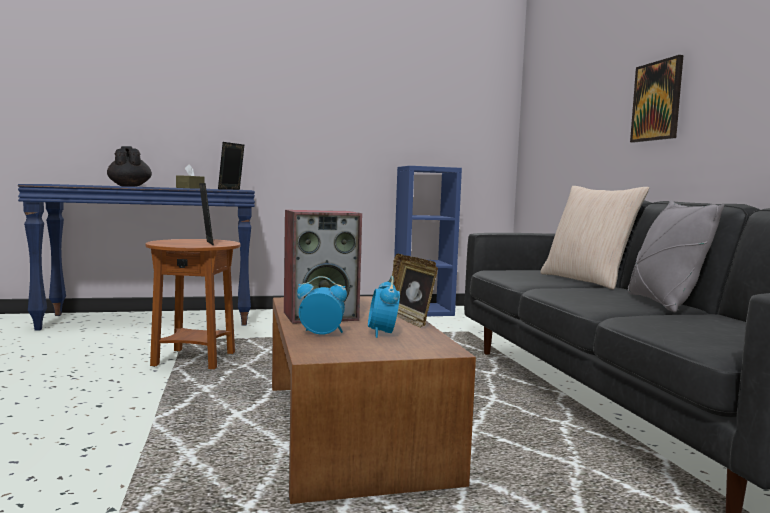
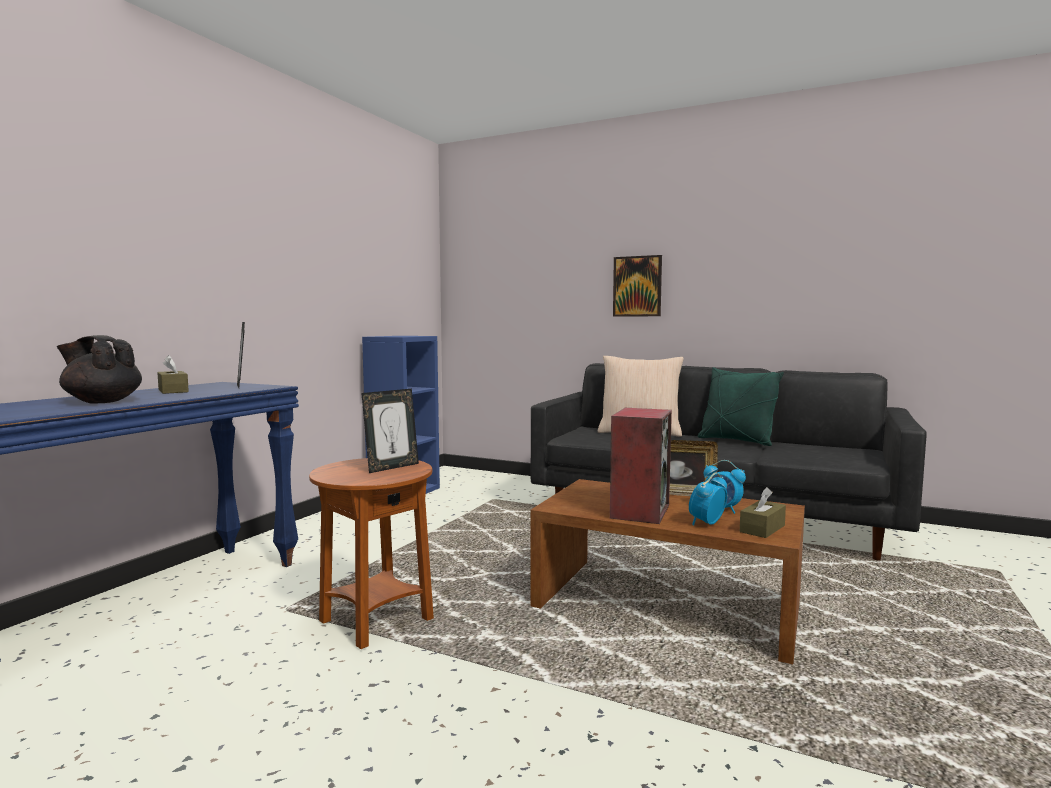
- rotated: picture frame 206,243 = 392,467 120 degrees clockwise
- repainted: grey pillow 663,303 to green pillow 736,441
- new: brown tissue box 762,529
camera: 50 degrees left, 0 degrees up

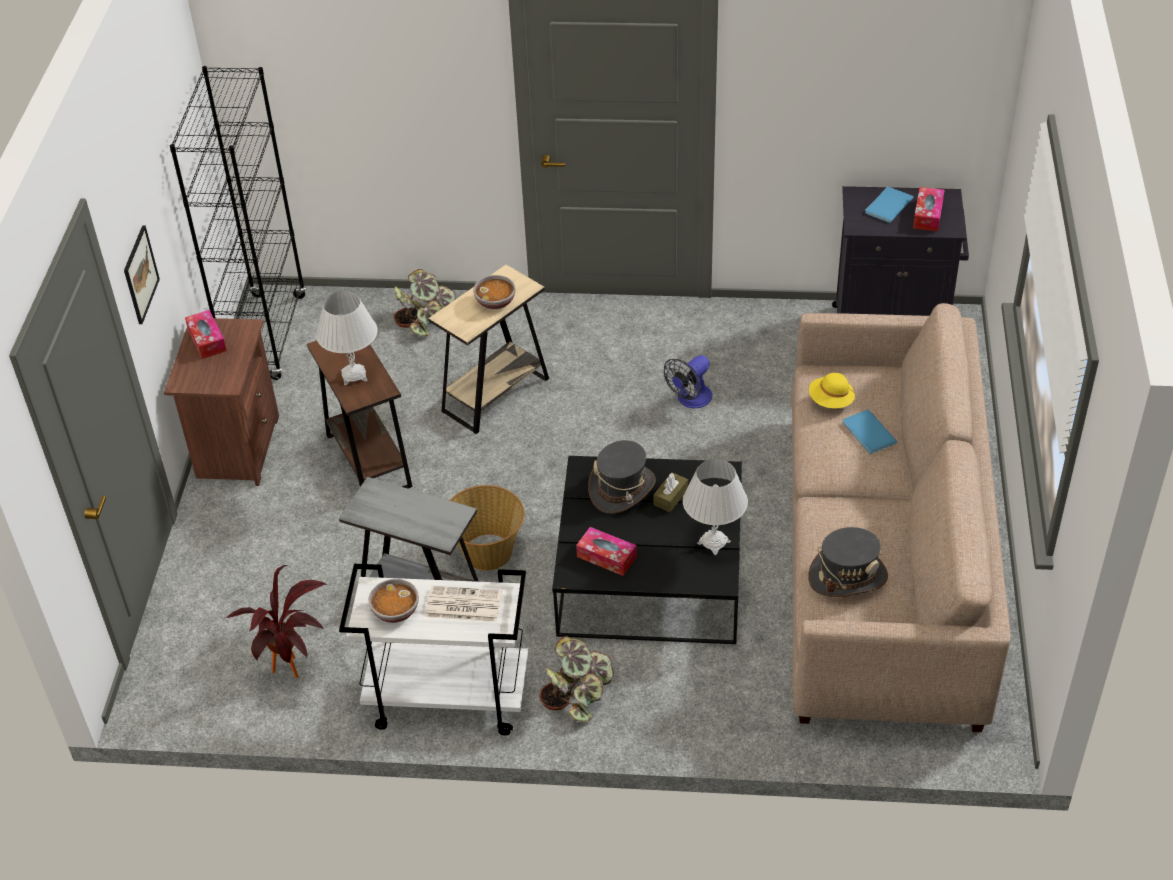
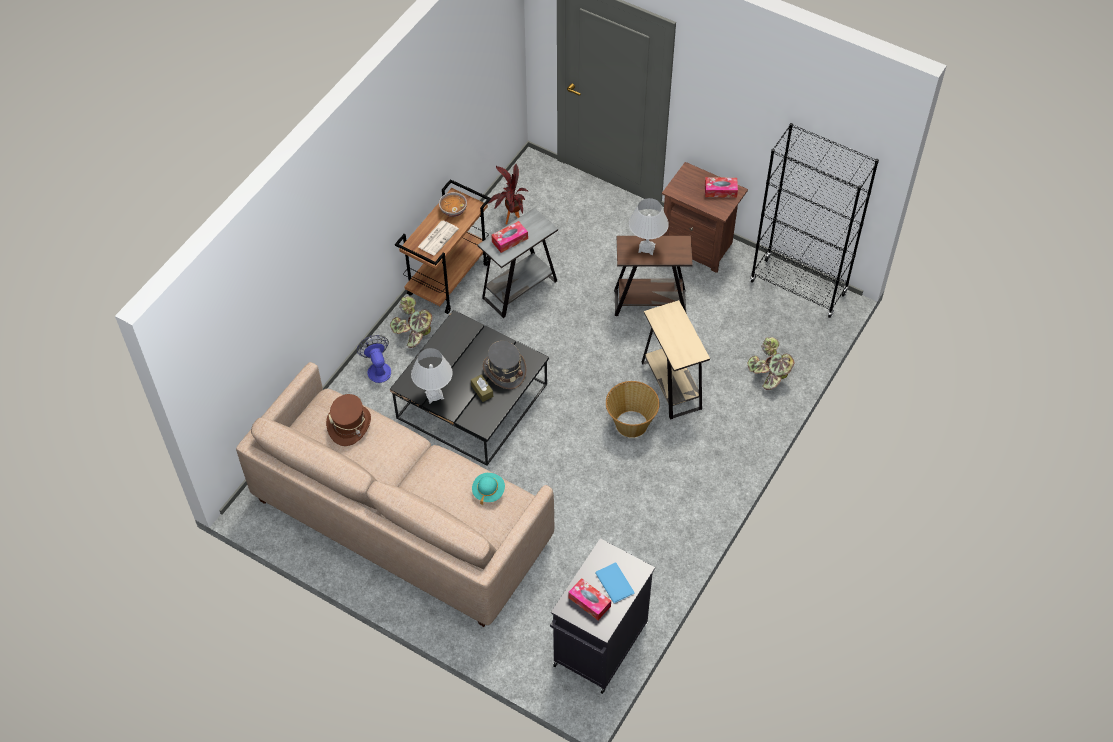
- gone: picture 140,274
- gone: bowl 496,302
- shifted: fan 690,400 to 378,369
- repainted: yellow hat 831,401 to turquoise hat 488,491
- gone: blue book 868,434
- shifted: basket 487,553 to 631,423
- shifted: tissue box 606,557 to 510,240
- repainted: grey hat 847,576 to brown hat 349,425
- repainted: white cart 446,700 to brown cart 448,278
camera: 115 degrees right, 10 degrees up

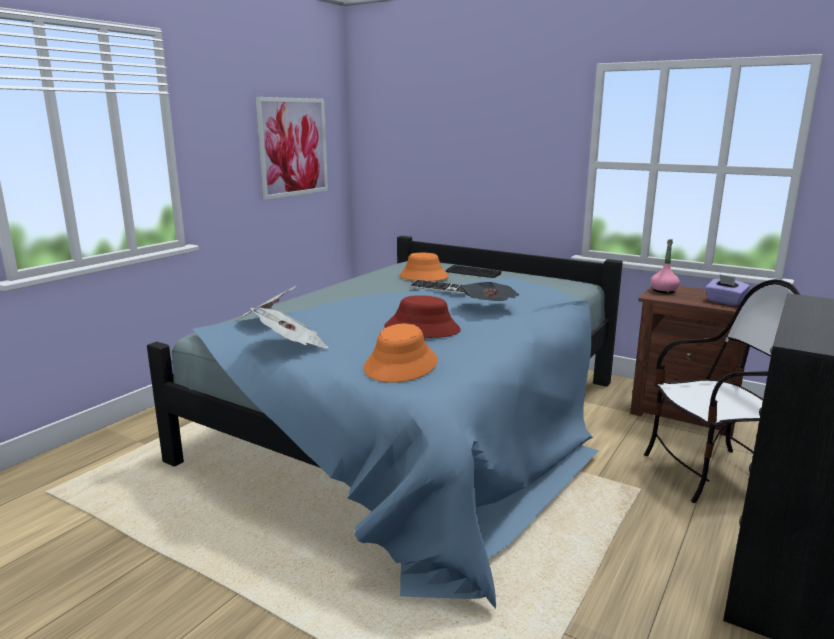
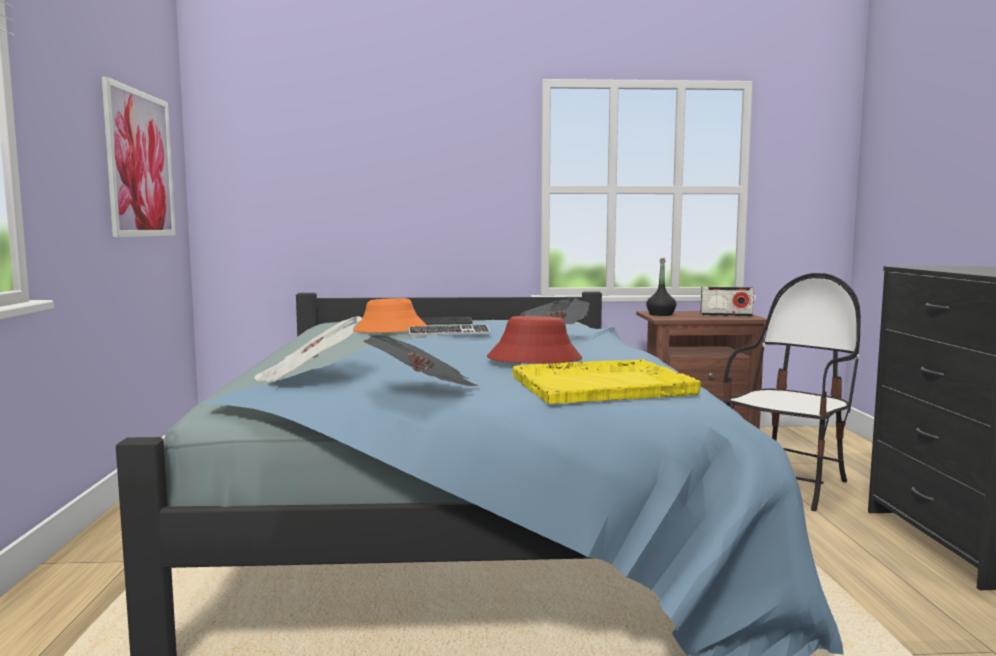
- repainted: pink bottle 663,291 to black bottle 660,314
- swapped: purple tissue box 724,302 to radio 726,315
- swapped: orange hat 401,365 to yellow tray 603,385
camera: 35 degrees left, 10 degrees down

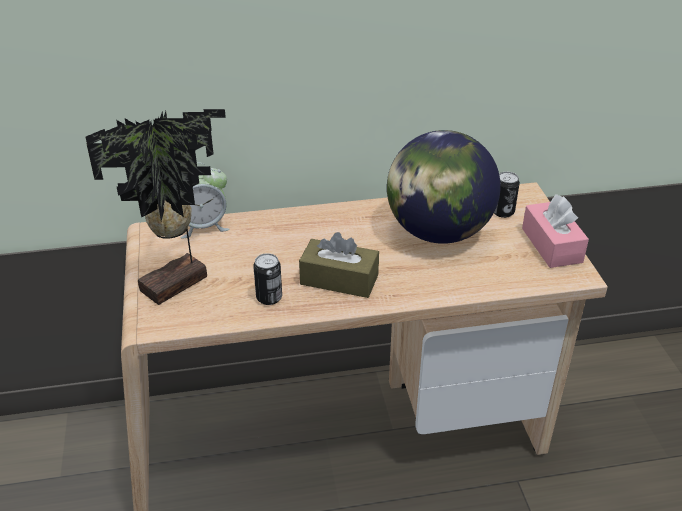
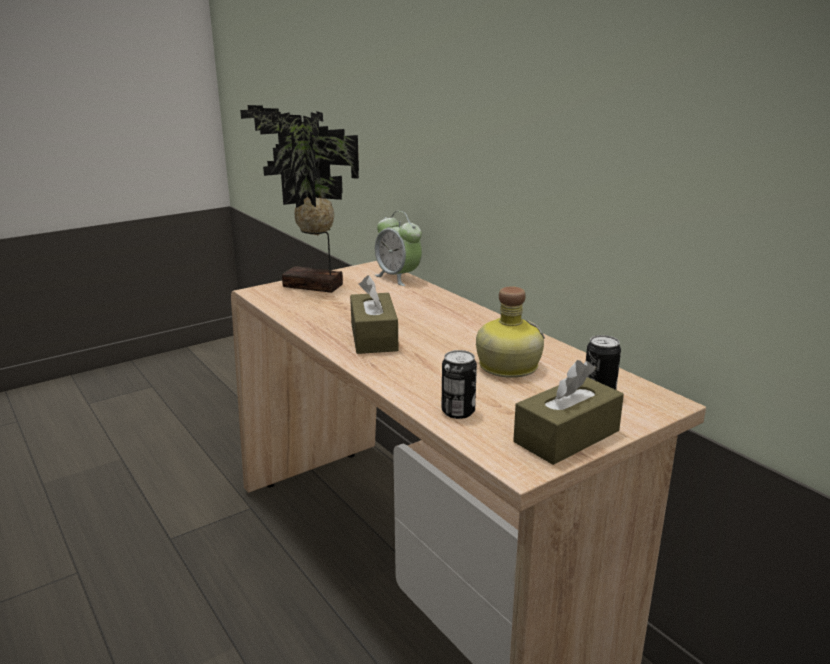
- swapped: globe 438,232 to bottle 506,365
- repainted: pink tissue box 551,245 to brown tissue box 566,436
- shifted: can 269,298 to 458,411
camera: 65 degrees right, 15 degrees down

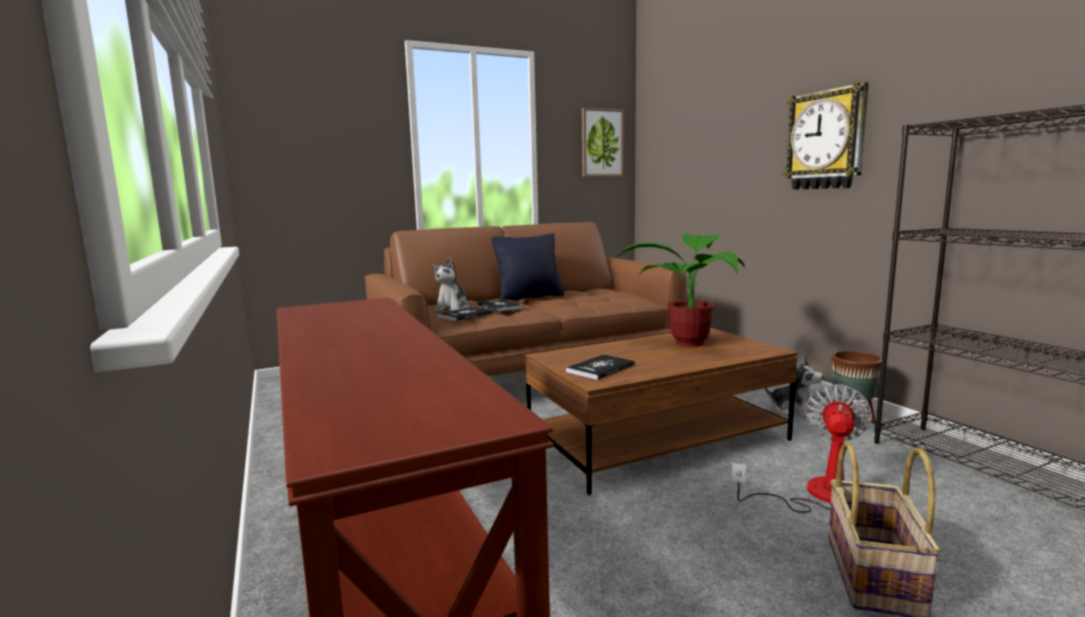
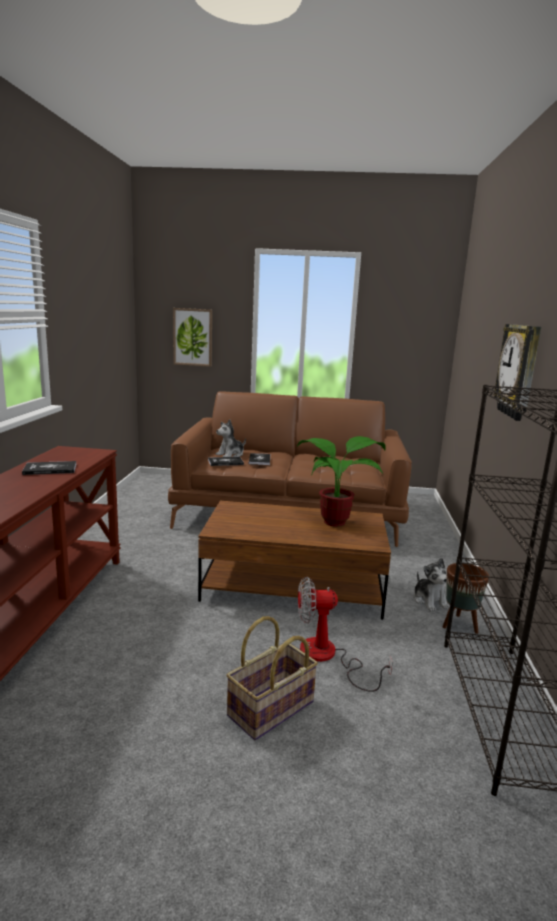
- shifted: picture 602,143 to 193,337
- gone: black pillow 529,297
- shifted: book 600,368 to 50,469
- rotated: fan 816,495 = 328,657 150 degrees counterclockwise
camera: 30 degrees right, 5 degrees up

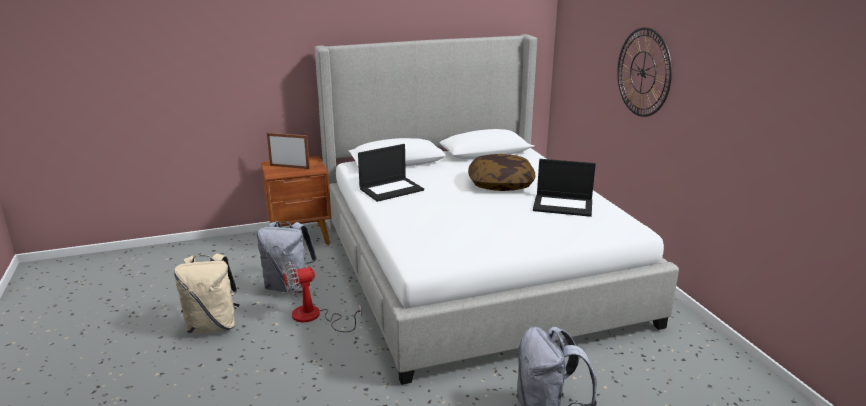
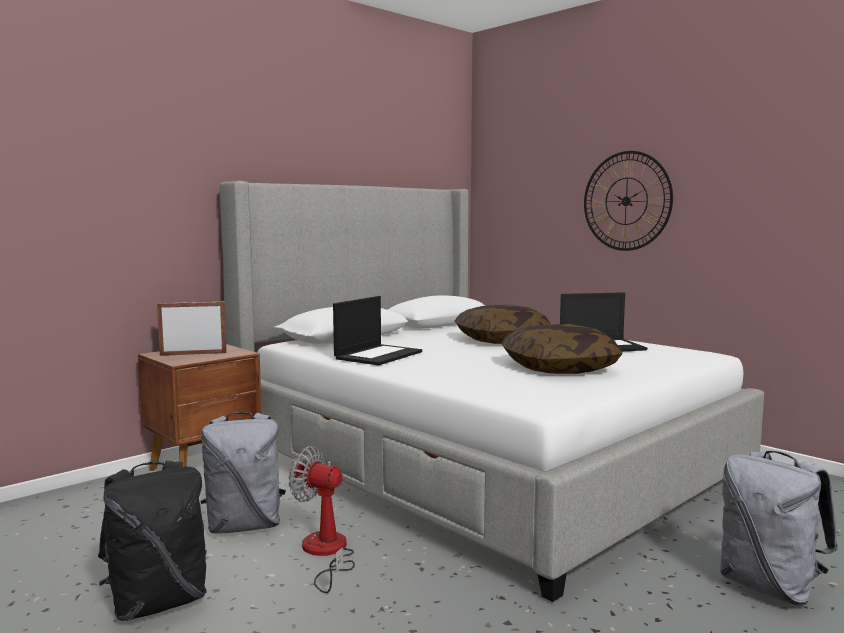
- repainted: beige backpack 213,326 to black backpack 158,603
- rotated: fan 314,317 = 326,553 75 degrees clockwise
- new: pillow 559,368
camera: 25 degrees left, 15 degrees down

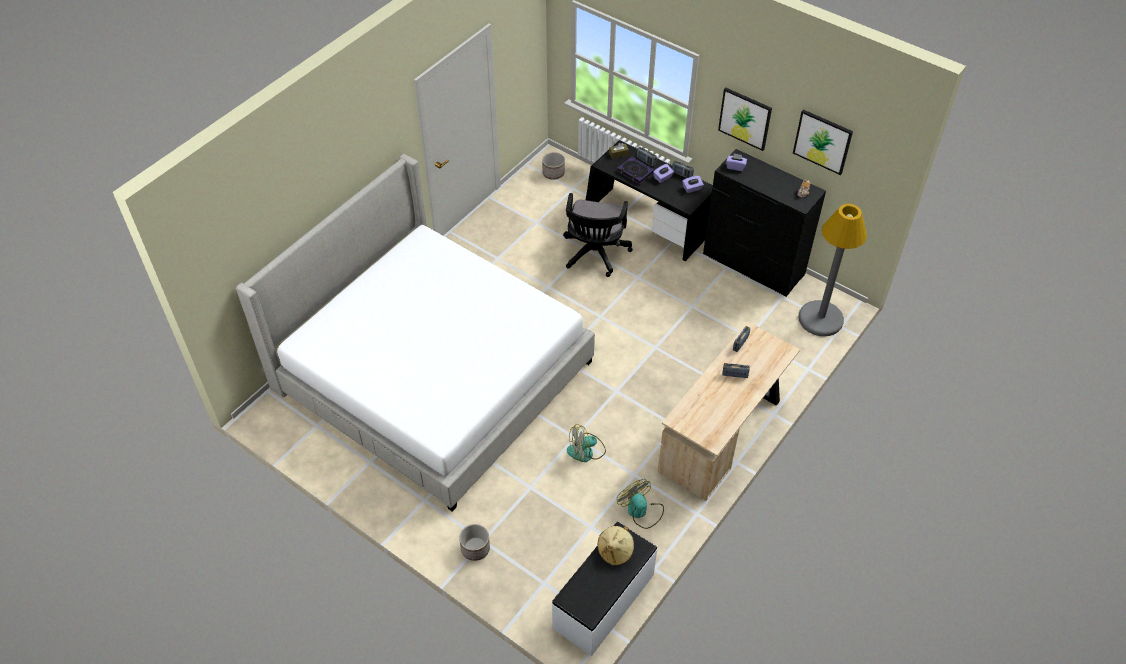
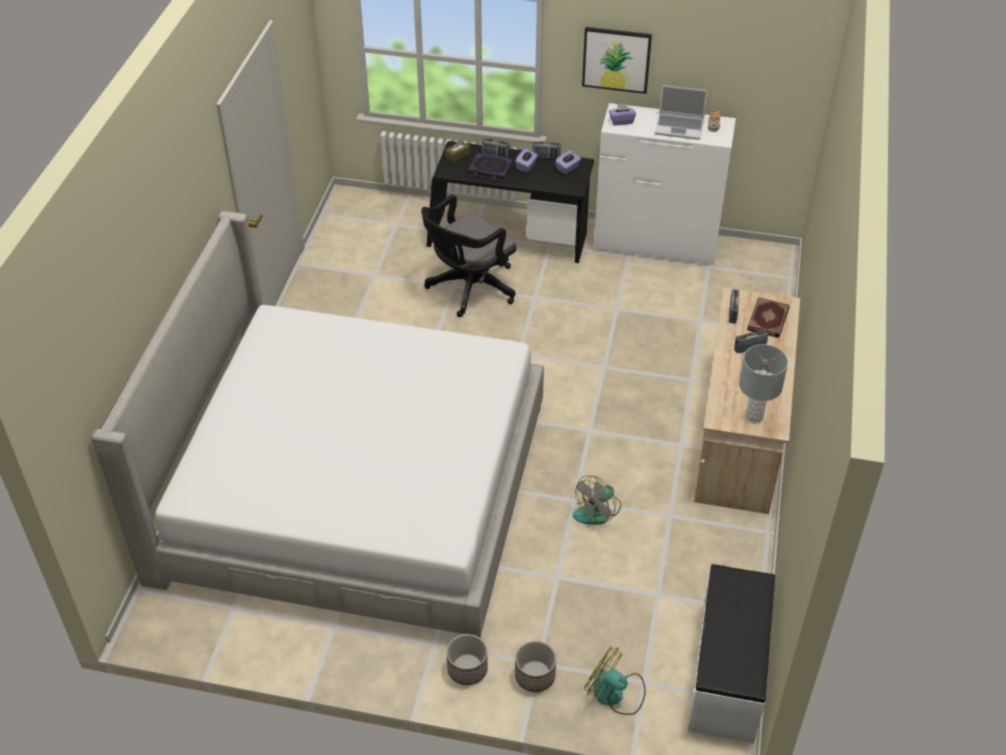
- gone: picture 822,141
- repainted: black dresser 753,264 to white dresser 656,243
- shifted: planter 553,173 to 467,669
- rotated: black office chair 594,255 = 468,289 60 degrees clockwise
- gone: grey floor lamp 820,319
- shifted: fan 641,511 to 615,693
- gone: beige hat 615,551
- new: laptop 680,127
- new: book 768,319
- new: grey table lamp 754,417
camera: 25 degrees left, 5 degrees down

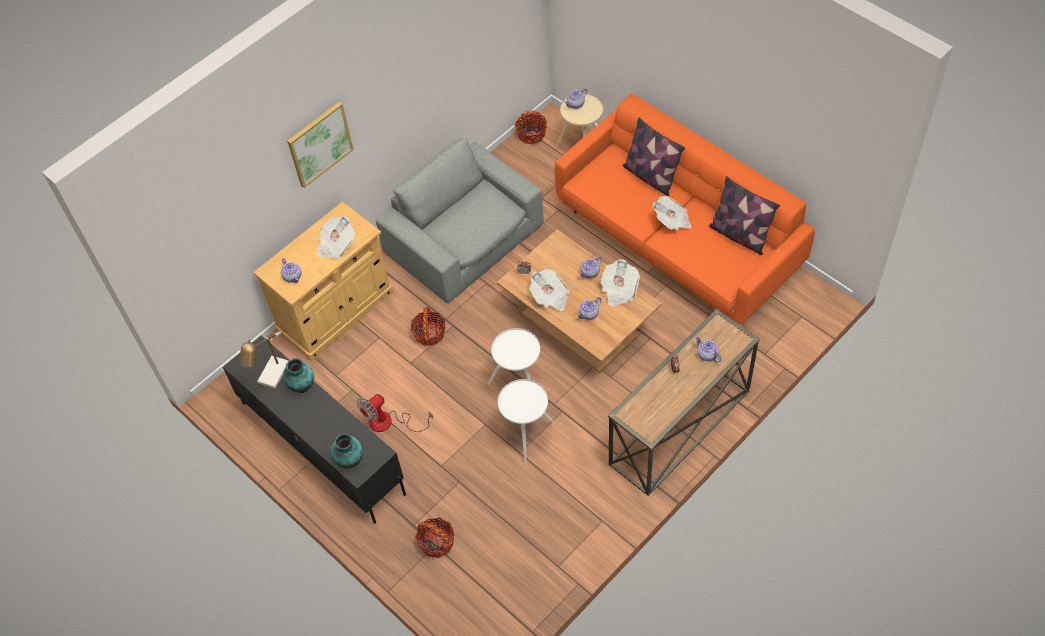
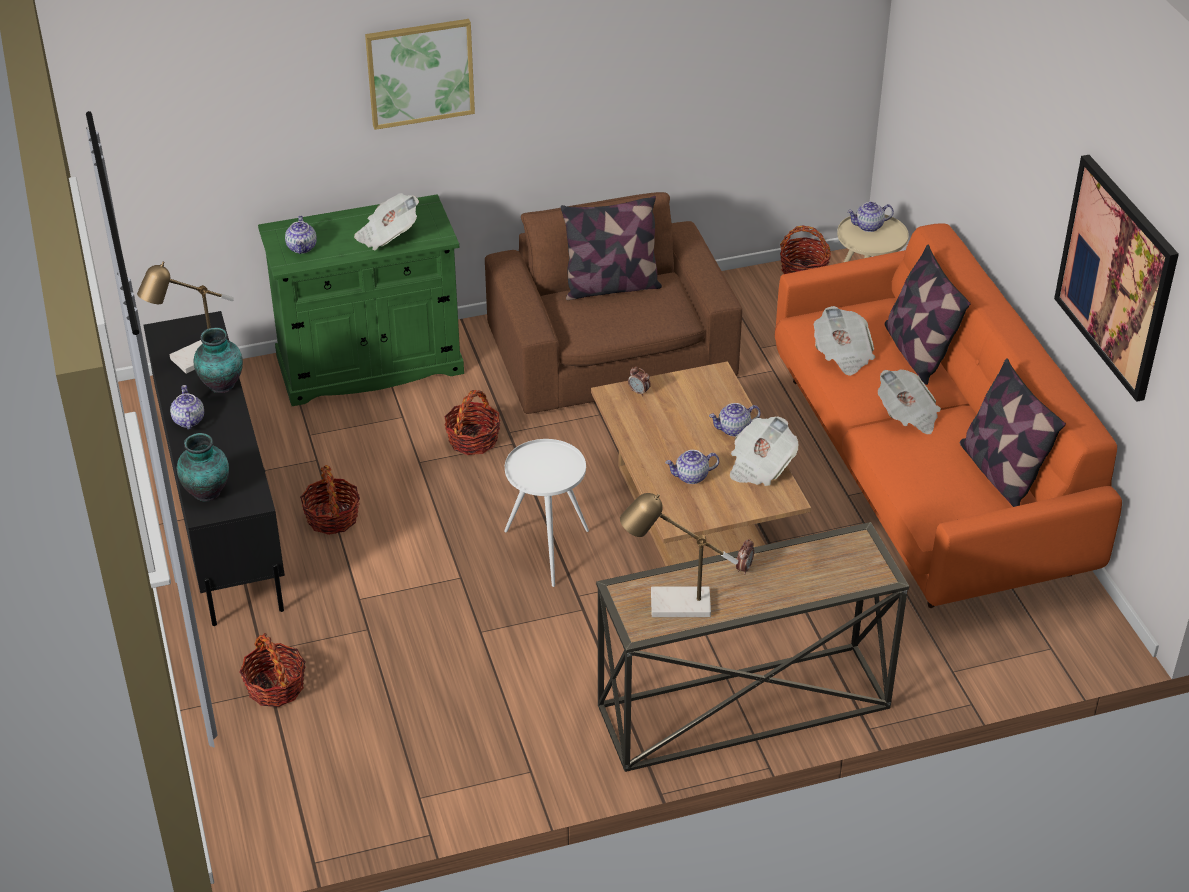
- repainted: grey armchair 465,239 to brown armchair 612,353
- repainted: beige cabinet 336,312 to green cabinet 370,365
- shifted: newspaper 550,297 to 843,355
- shifted: teapot 706,355 to 188,420
- gone: white side table 526,436
- swapped: fan 389,422 to basket 332,518
- new: picture 1116,276
- new: pillow 611,286
- new: table lamp 671,605
camera: 25 degrees right, 15 degrees down

